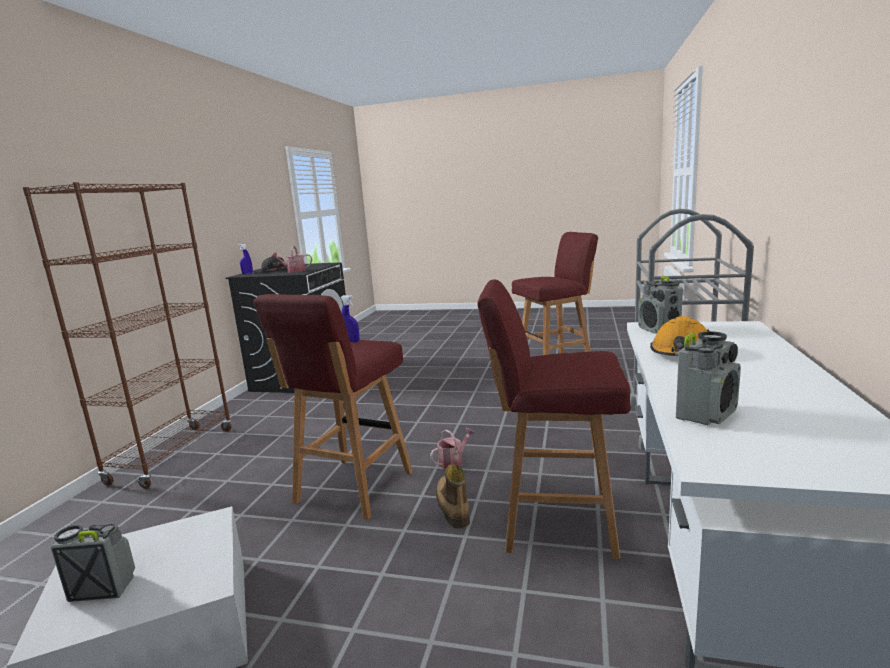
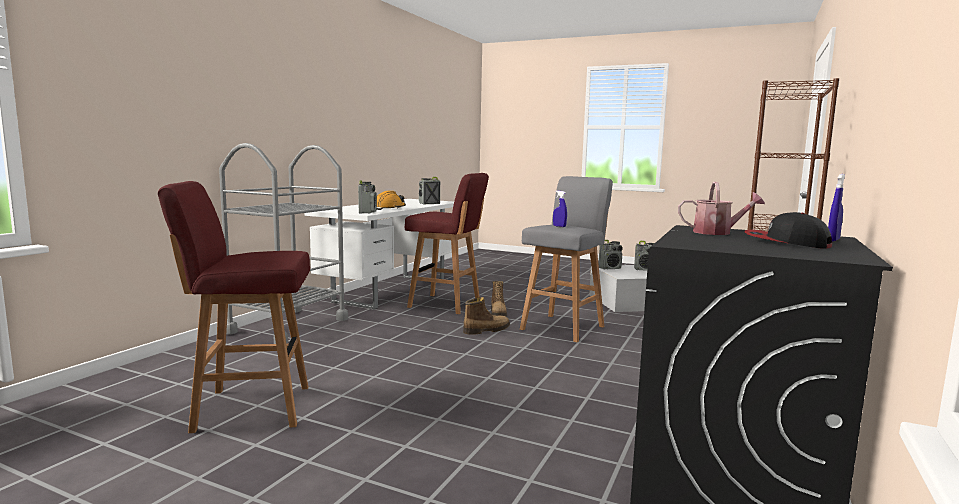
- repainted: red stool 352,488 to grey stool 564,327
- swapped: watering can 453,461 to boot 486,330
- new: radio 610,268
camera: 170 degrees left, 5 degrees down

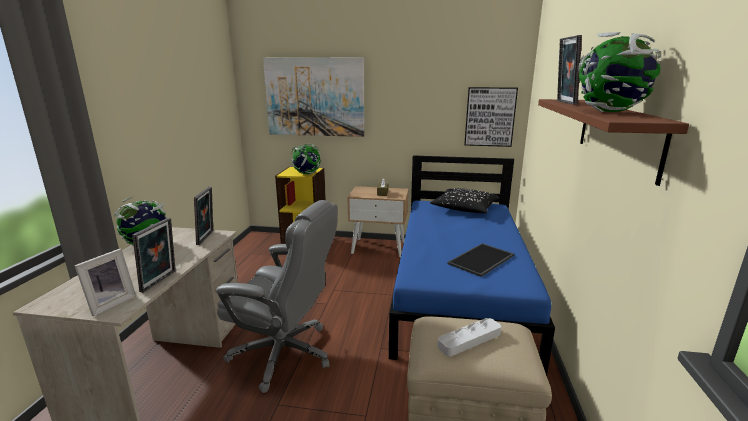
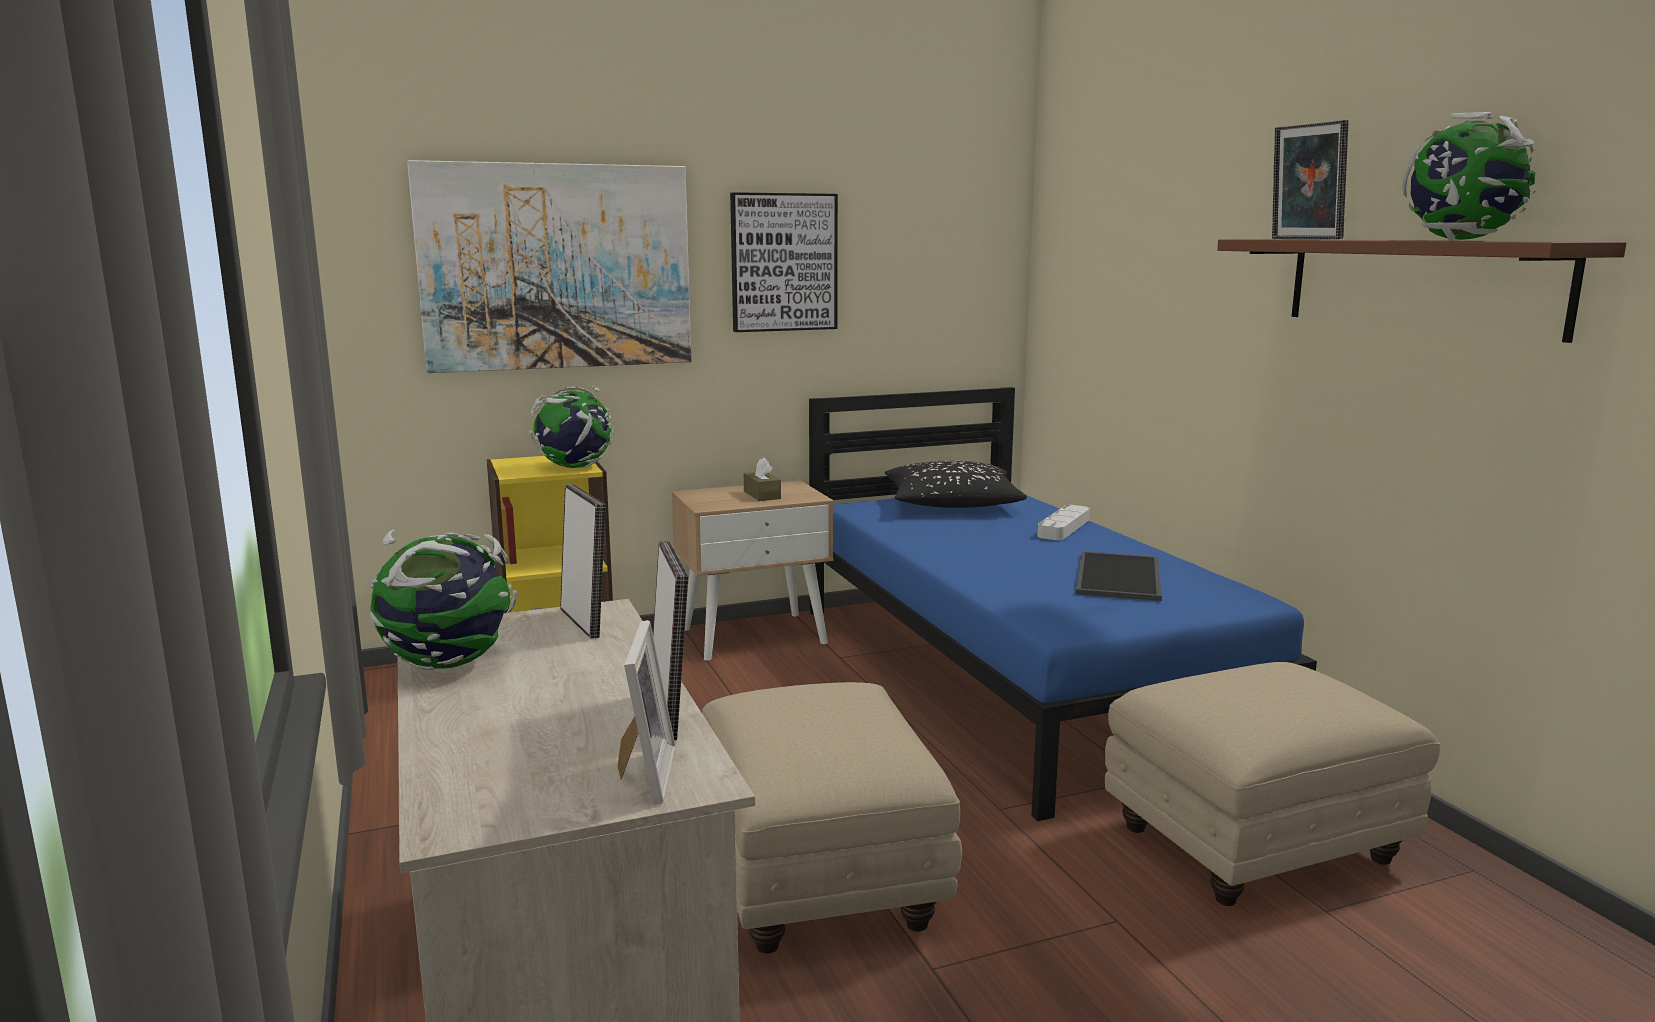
- shifted: picture 490,117 to 783,262
- swapped: grey office chair 284,354 to beige ottoman 821,881
- shifted: grey tray 469,340 to 1064,528
camera: 30 degrees left, 5 degrees down

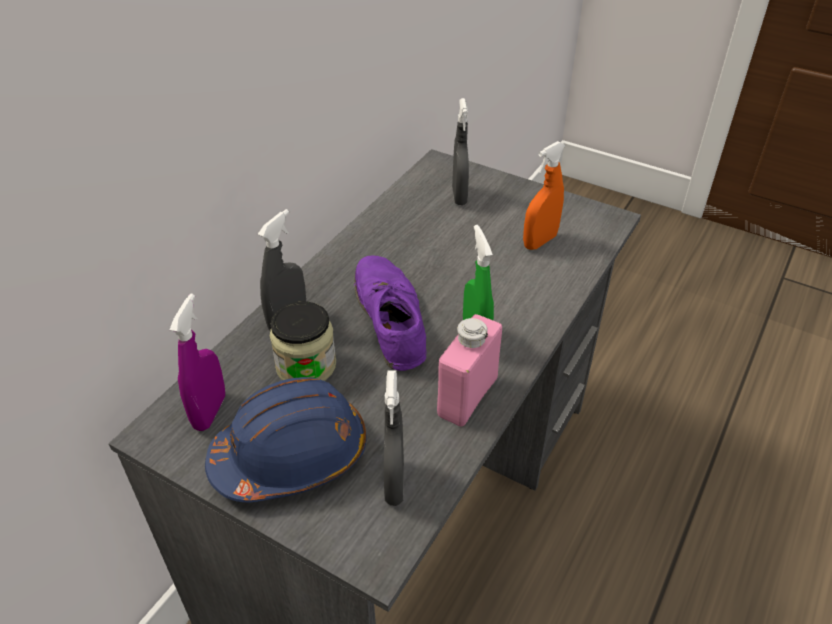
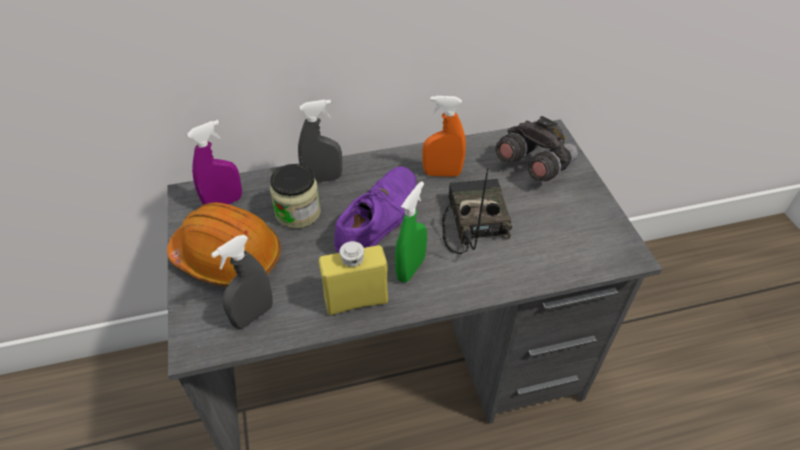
- swapped: grey spray bottle 459,196 to grey binoculars 533,165
- shifted: orange spray bottle 539,241 to 442,173
- repainted: pink bottle 467,397 to yellow bottle 356,300
- repainted: blue hard hat 291,456 to orange hard hat 228,257
- new: radio 472,221
camera: 45 degrees right, 5 degrees up

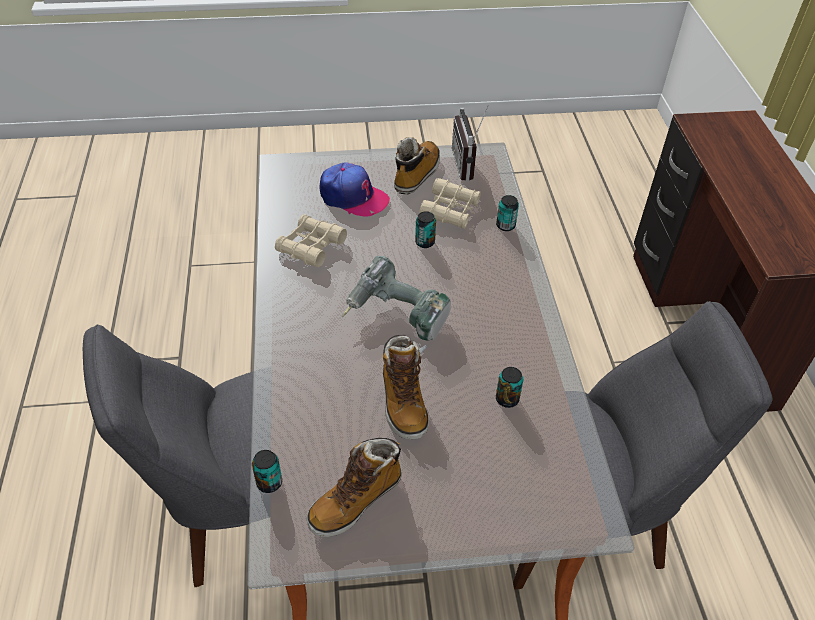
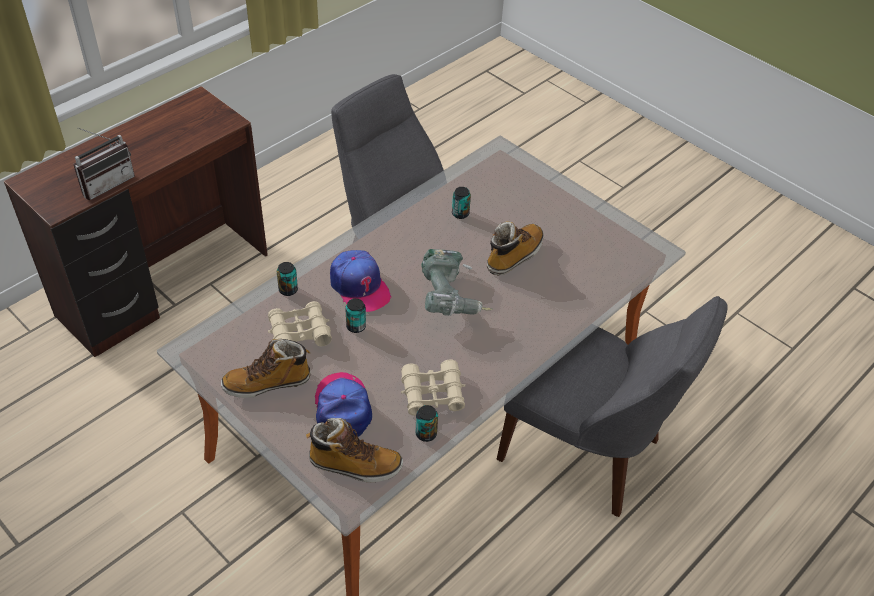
- shifted: radio 469,165 to 106,183
- shifted: boot 356,500 to 355,465
- shifted: can 269,482 to 426,434
- new: cap 359,286
camera: 130 degrees left, 0 degrees up

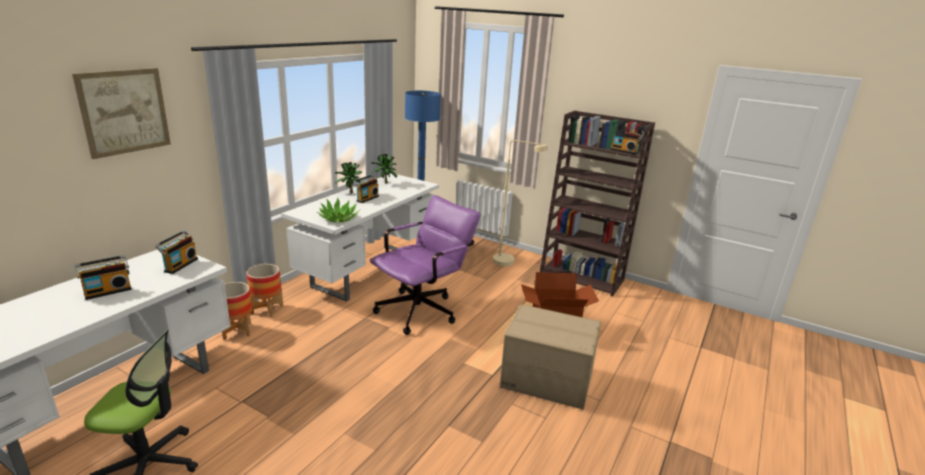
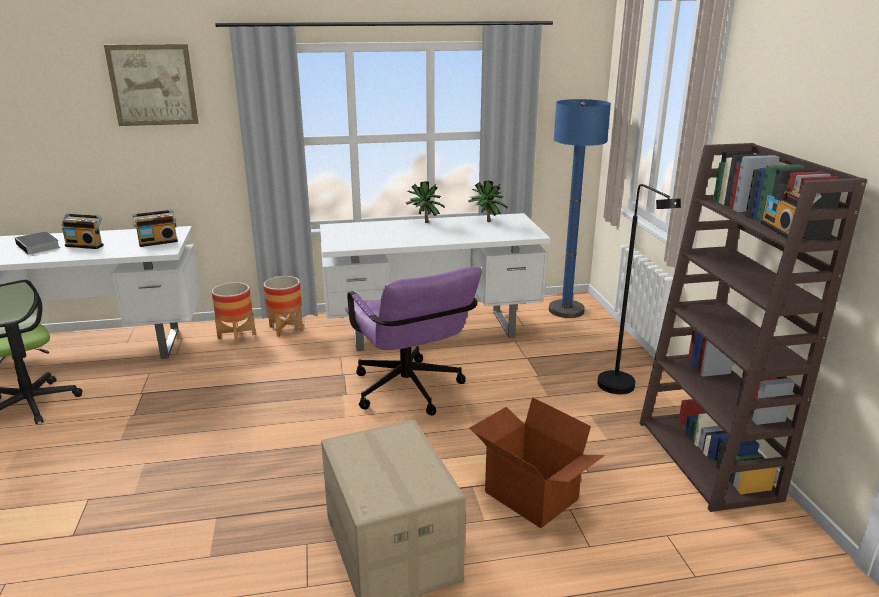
- repainted: beige floor lamp 509,262 to black floor lamp 622,390
- gone: radio 366,198
- rotated: purple office chair 423,309 = 411,393 60 degrees clockwise
- gone: potted plant 339,219
- new: book 39,246
camera: 50 degrees right, 0 degrees up

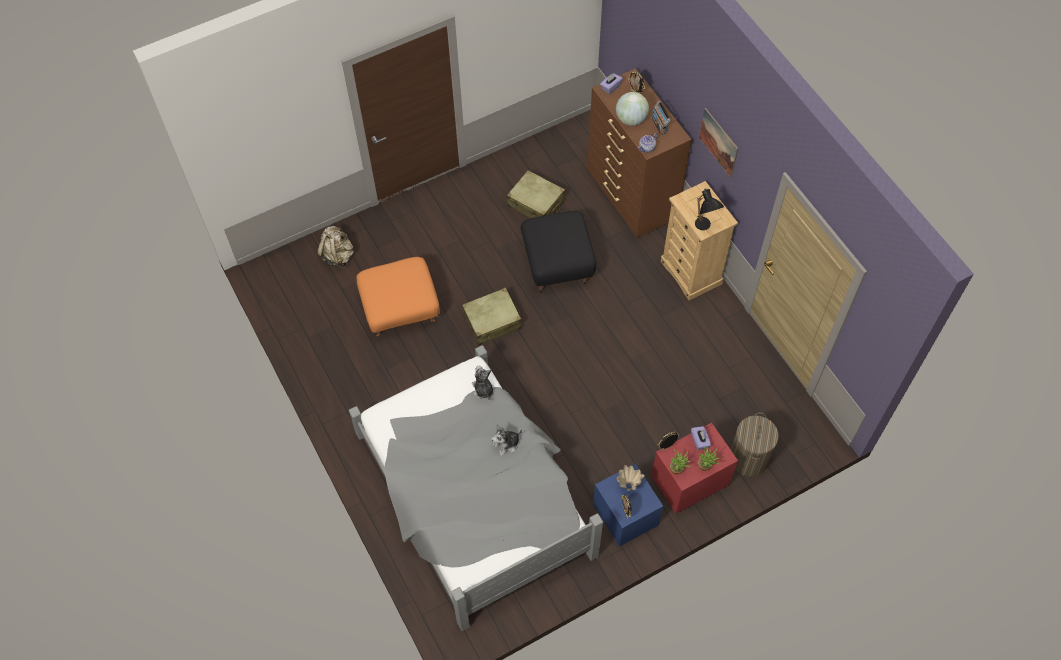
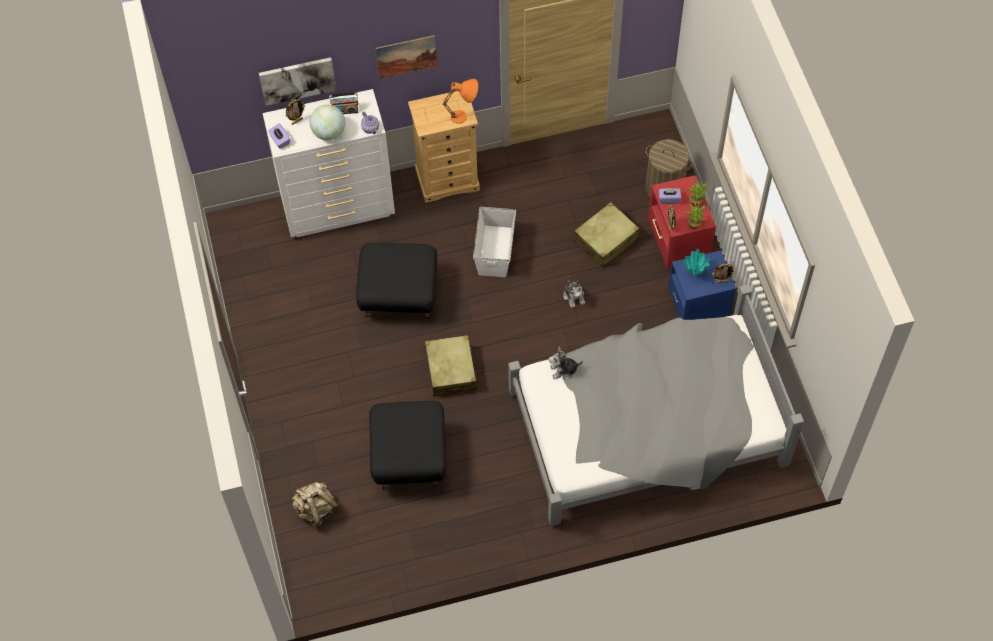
- repainted: brown dresser 631,199 to white dresser 339,209
- shifted: beige suitcase 536,203 to 606,240
- repainted: black table lamp 704,228 to orange table lamp 465,117
- repainted: orange ottoman 400,310 to black ottoman 409,457
- shifted: plush toy 506,444 to 574,296
- repainted: beige vase 628,486 to turquoise vase 694,273
- new: picture 297,80
- new: white storage box 495,250
camera: 75 degrees left, 0 degrees up

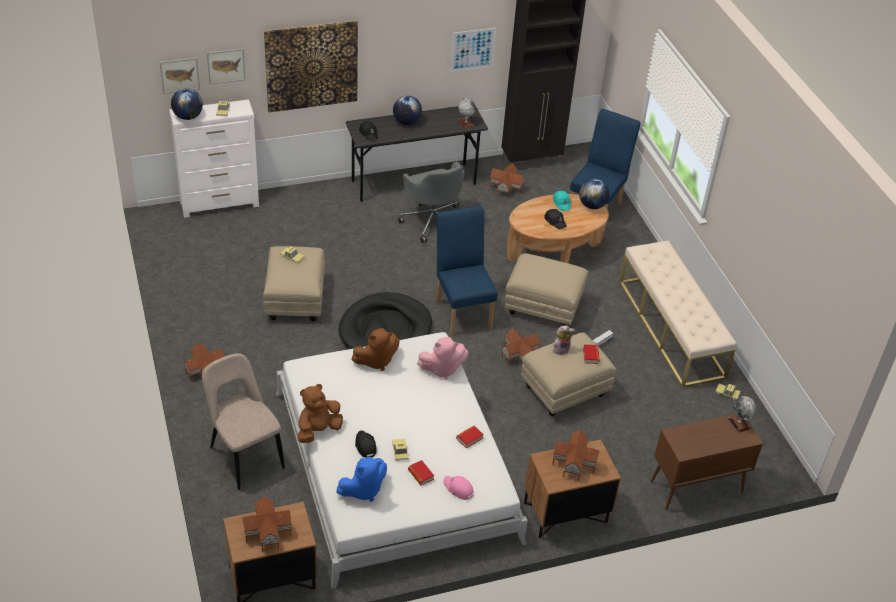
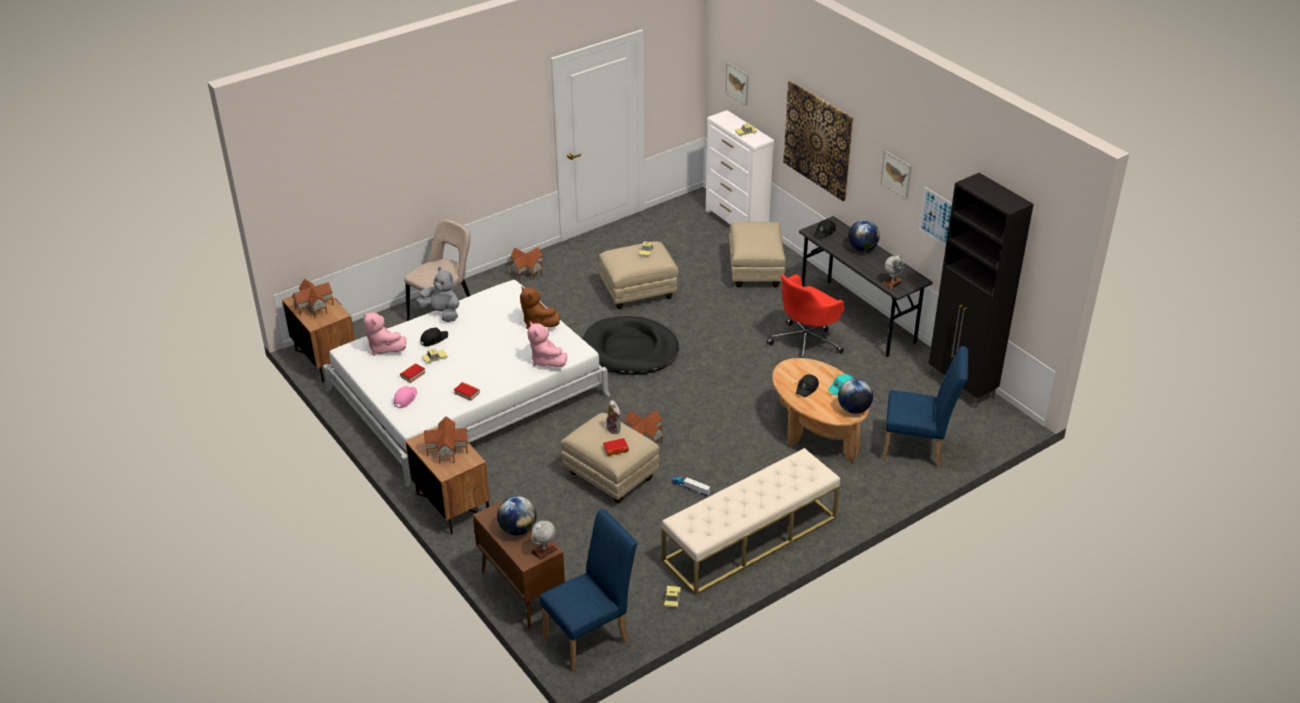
- shifted: picture 226,66 to 896,174
- shifted: globe 188,117 to 517,529
- repainted: grey office chair 432,220 to red office chair 806,342
- gone: toy house 506,188
- shifted: blue chair 462,310 to 591,636
- shifted: beige ottoman 542,307 to 755,271
- repainted: brown plush toy 318,430 to grey plush toy 442,313
- repainted: blue plush toy 363,490 to pink plush toy 383,348
camera: 75 degrees right, 5 degrees down

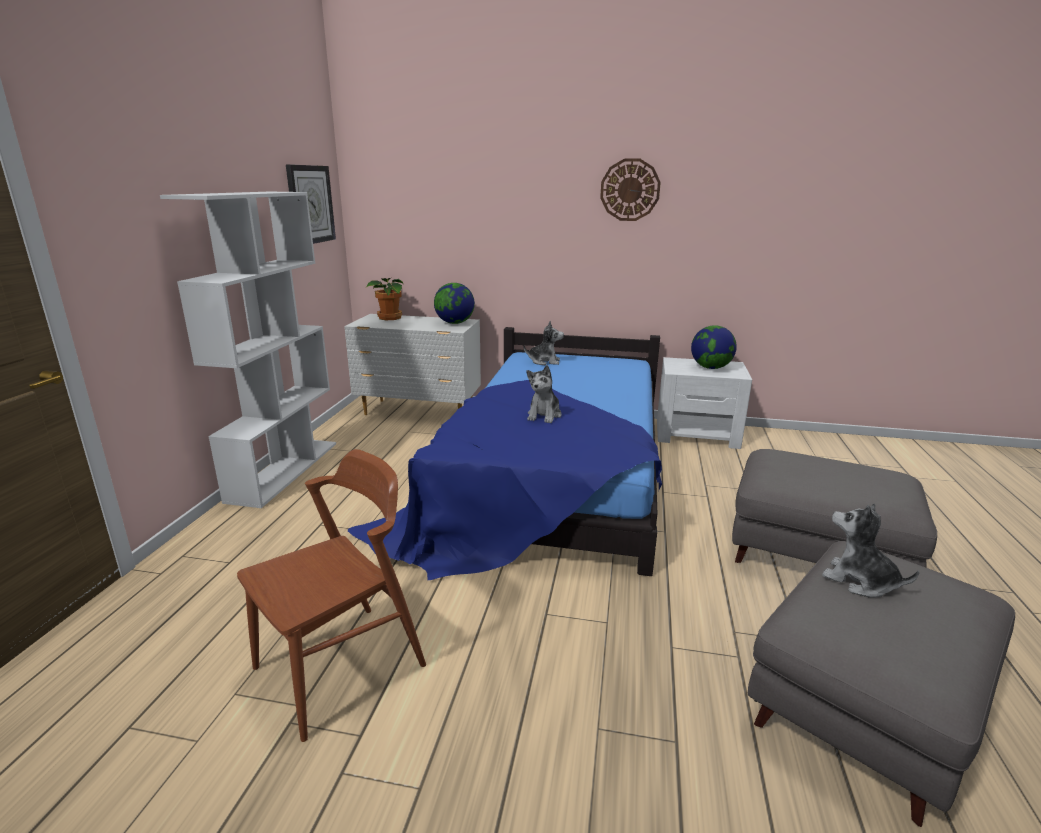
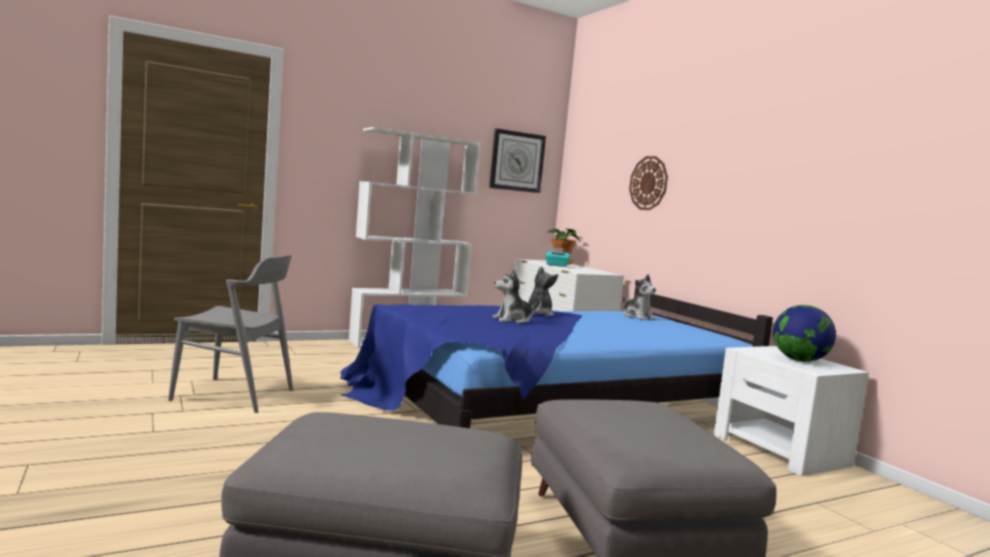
- shifted: wall clock 630,190 to 648,183
- gone: globe 454,323
- repainted: brown chair 341,666 to grey chair 234,395
- shifted: plush toy 859,581 to 538,313
- new: turquoise tissue box 556,265
camera: 50 degrees right, 15 degrees down

